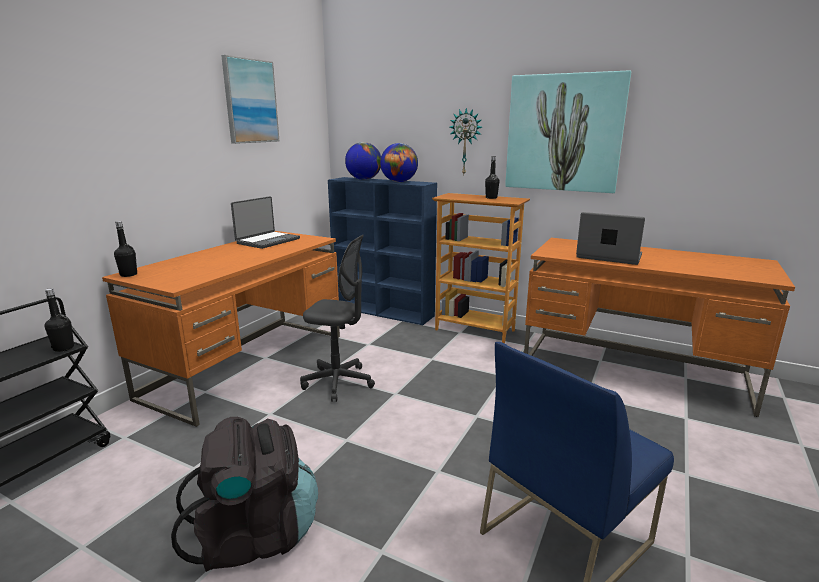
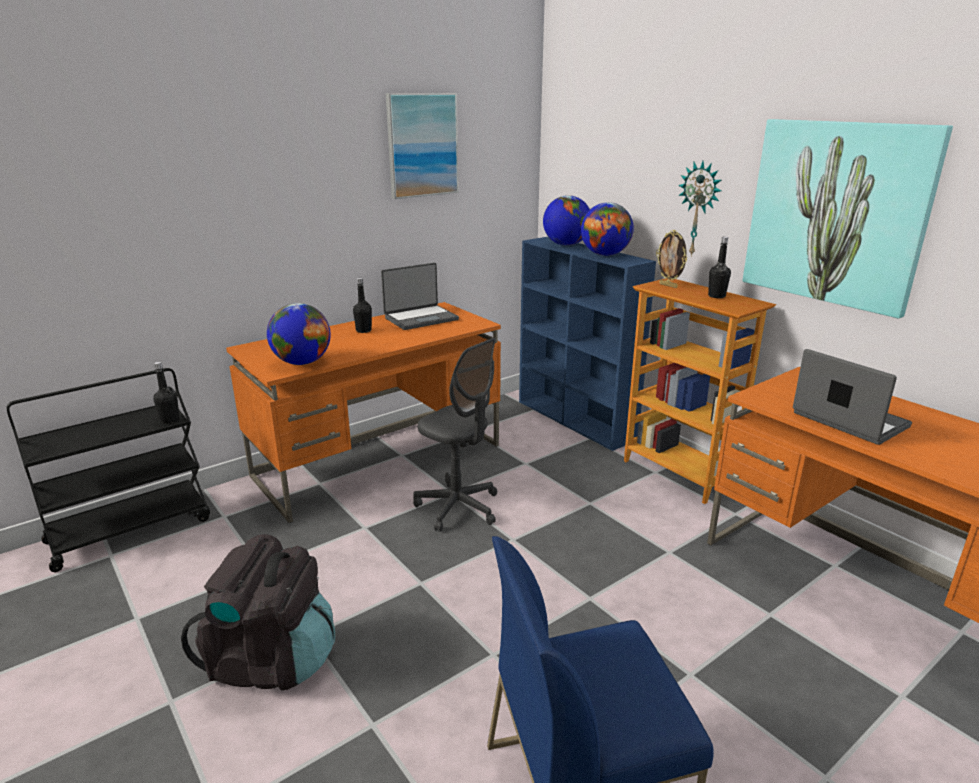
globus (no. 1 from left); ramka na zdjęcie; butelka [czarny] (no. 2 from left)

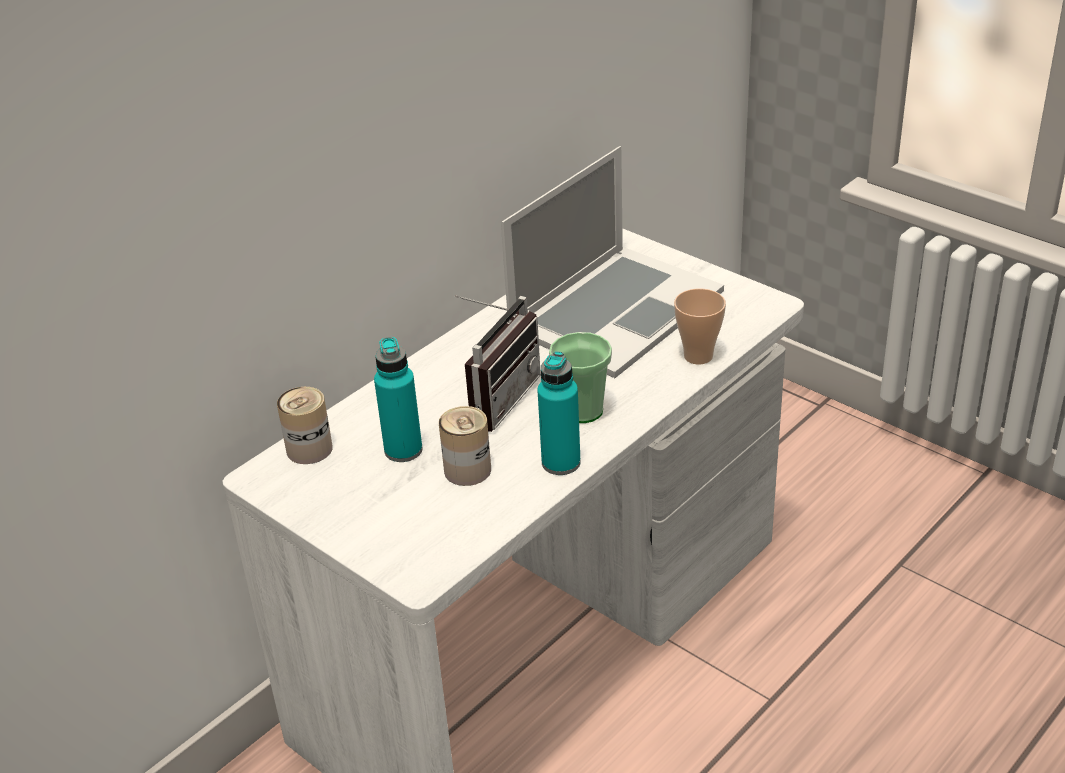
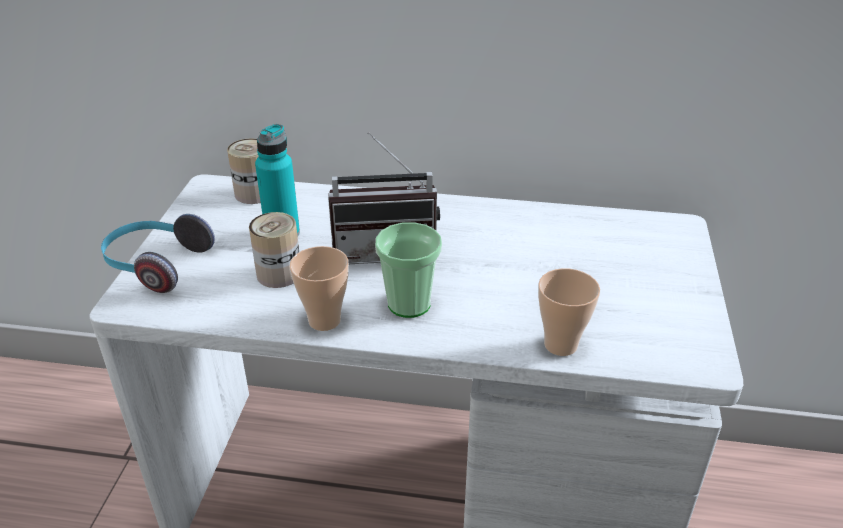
laptop; słuchawki; filiżanka (no. 1 from left)

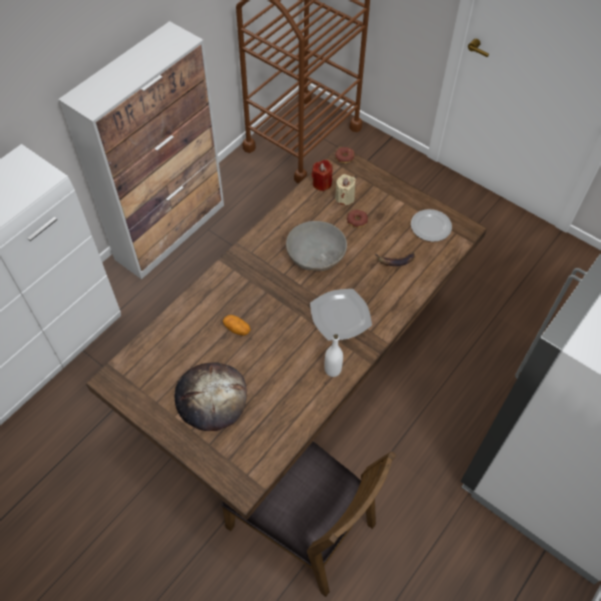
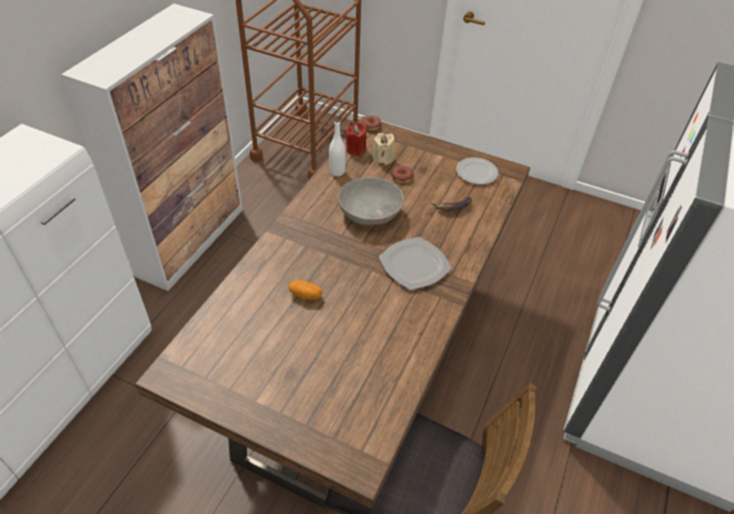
chleb; butelka [biały]

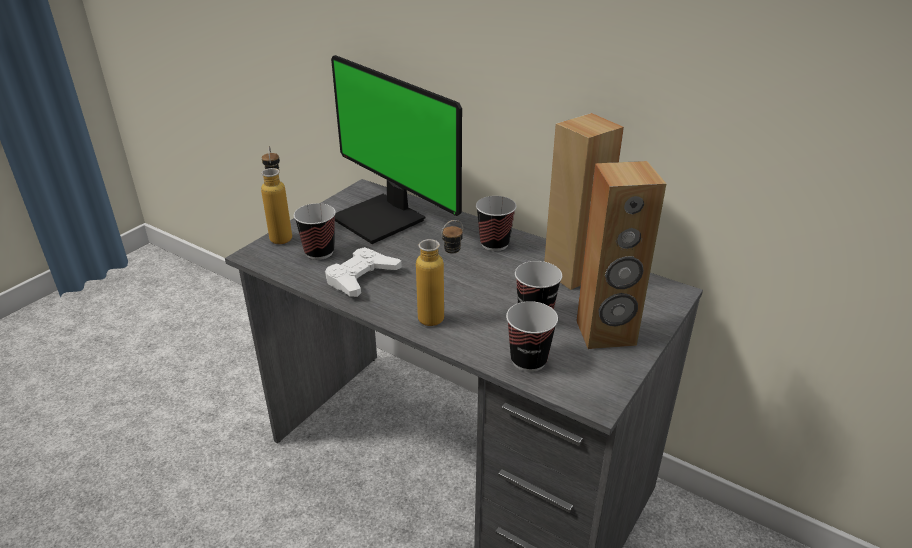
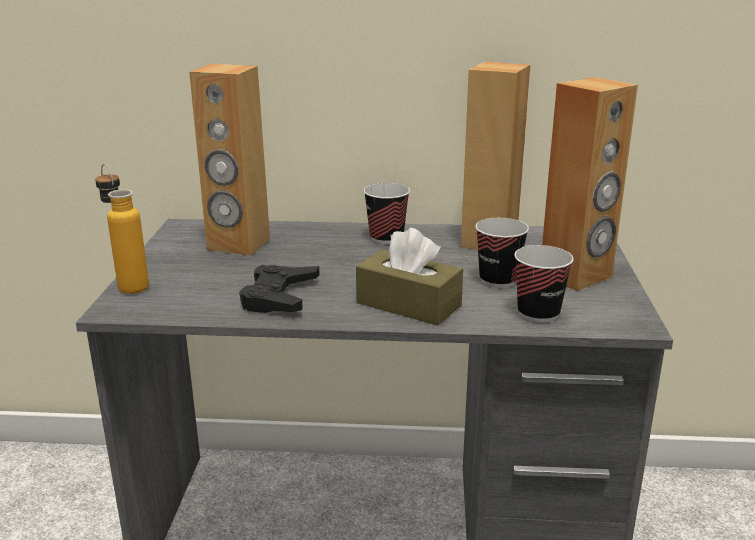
filiżanka (no. 1 from left in the first image); głośnik [brązowy] (no. 1 from left); pudełko chusteczek [brązowy]; pad do gier [czarny]

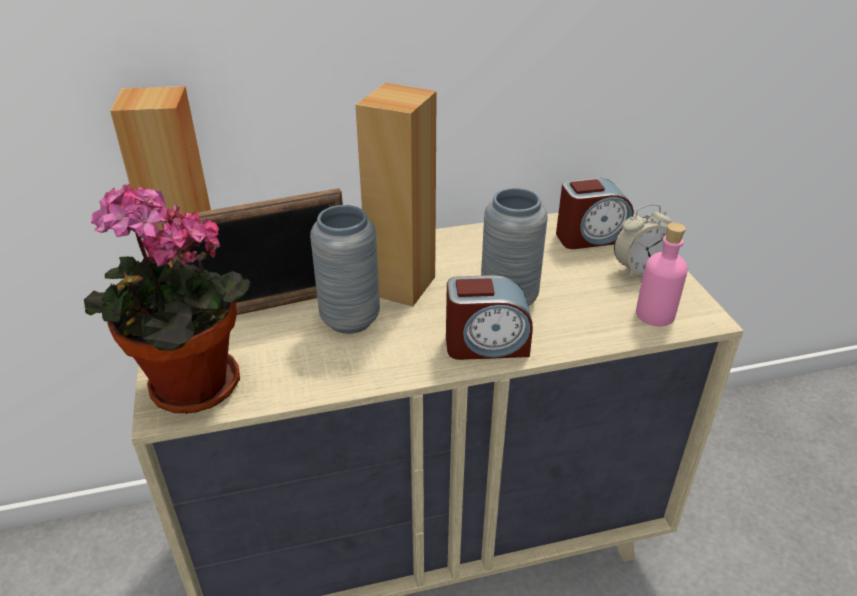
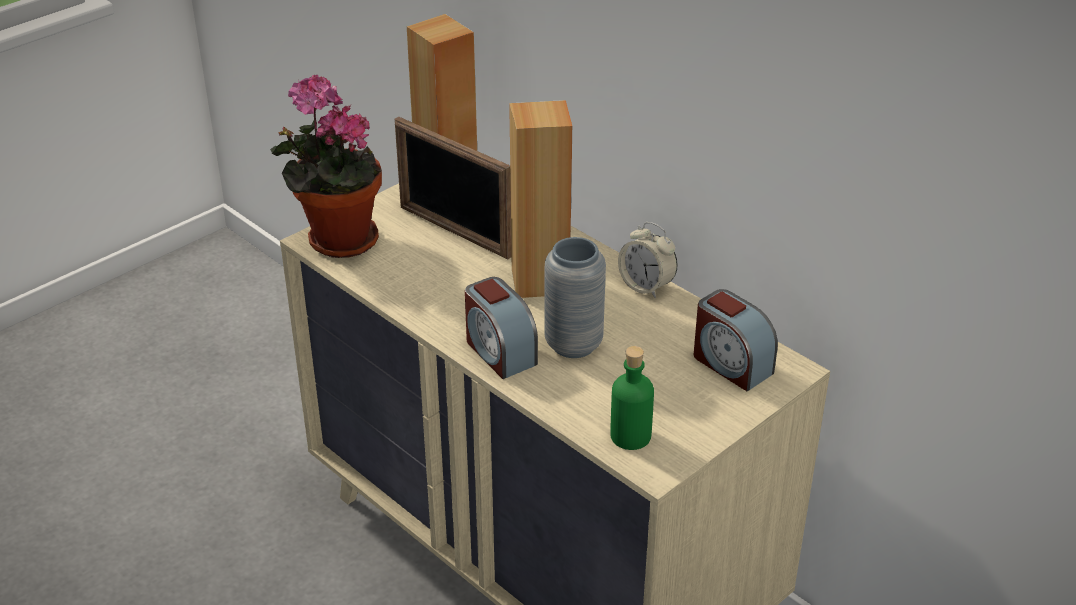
wazon [szary] (no. 1 from left in the first image); budzik (no. 2 from left); butelka [zielony]

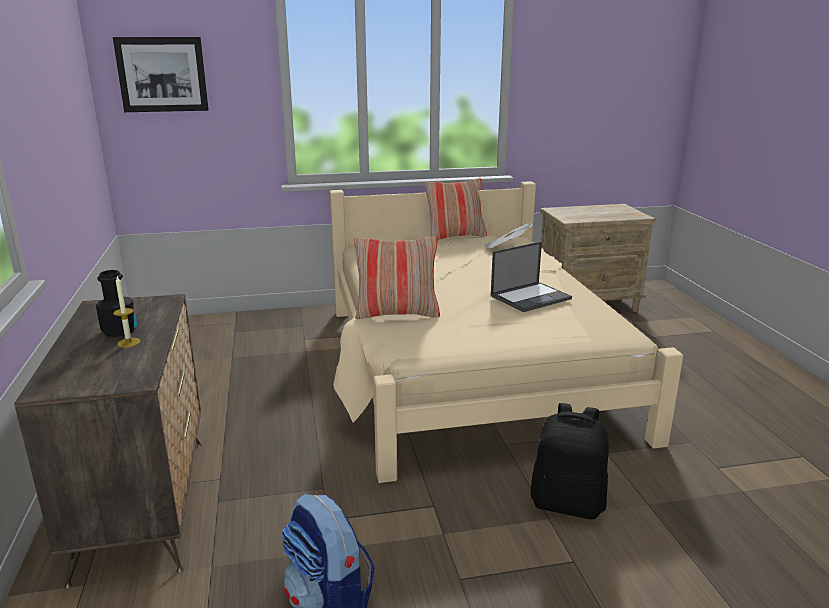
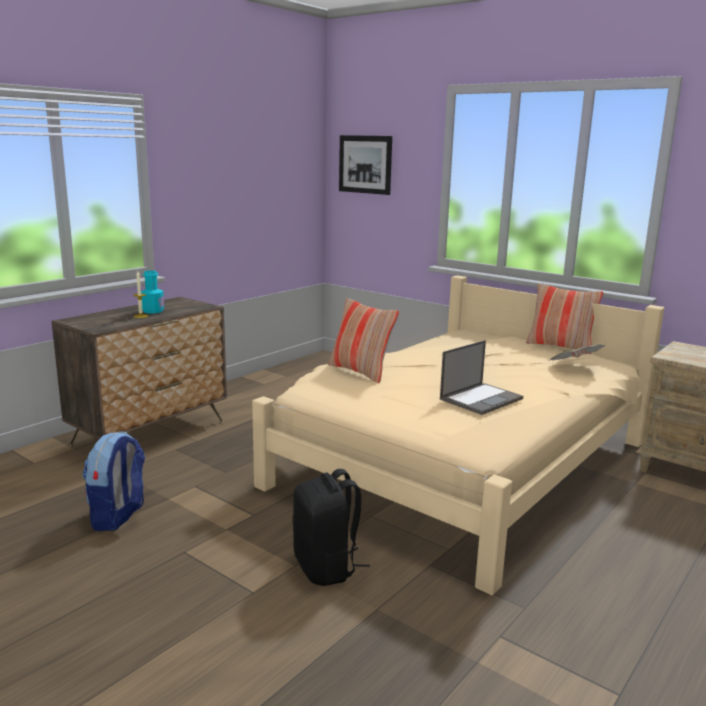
butelka [turkusowy]; laptop

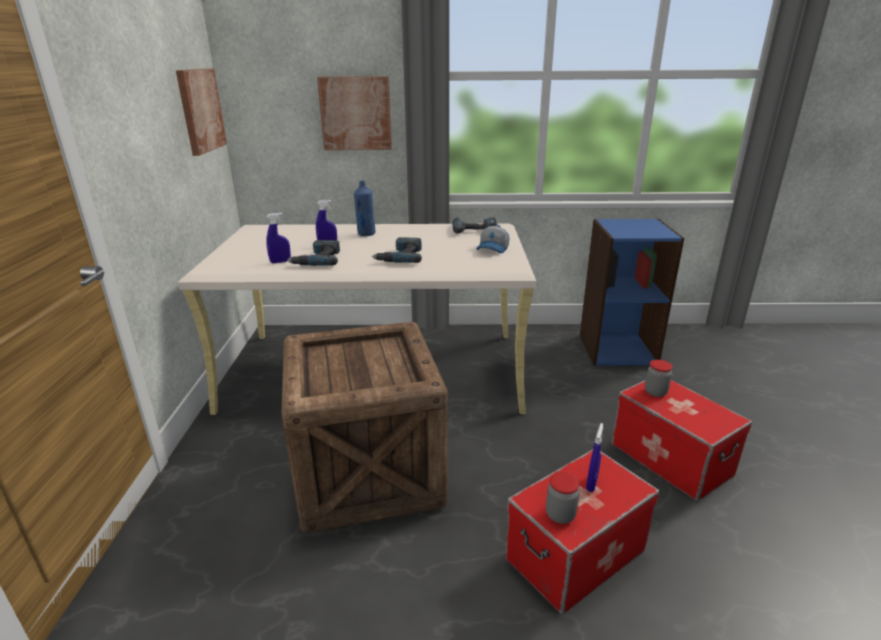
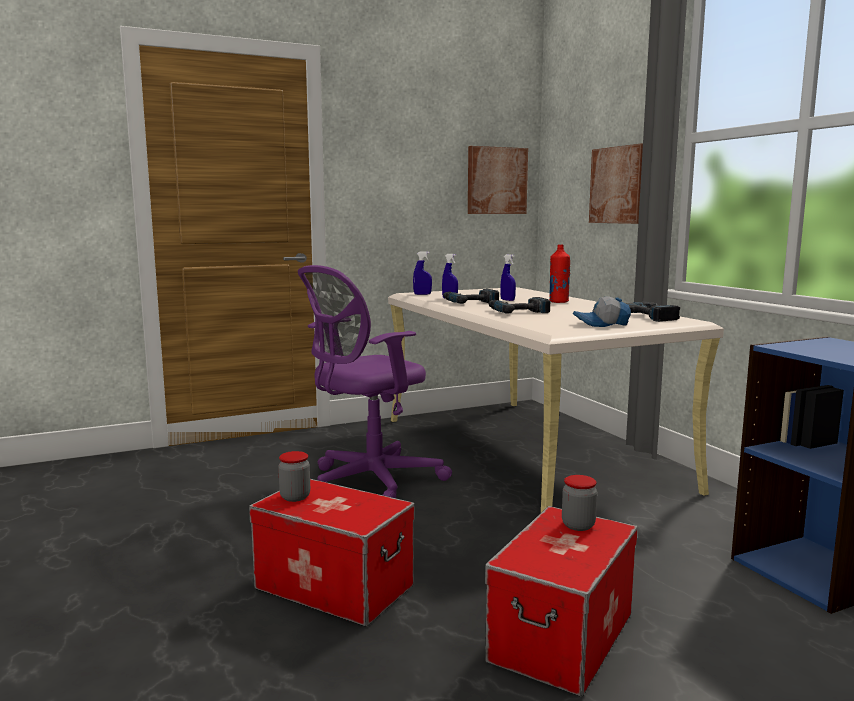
spryskiwacz [niebieski] (no. 1 from left); krzesło biurowe [fioletowy]; butelka [czerwony]

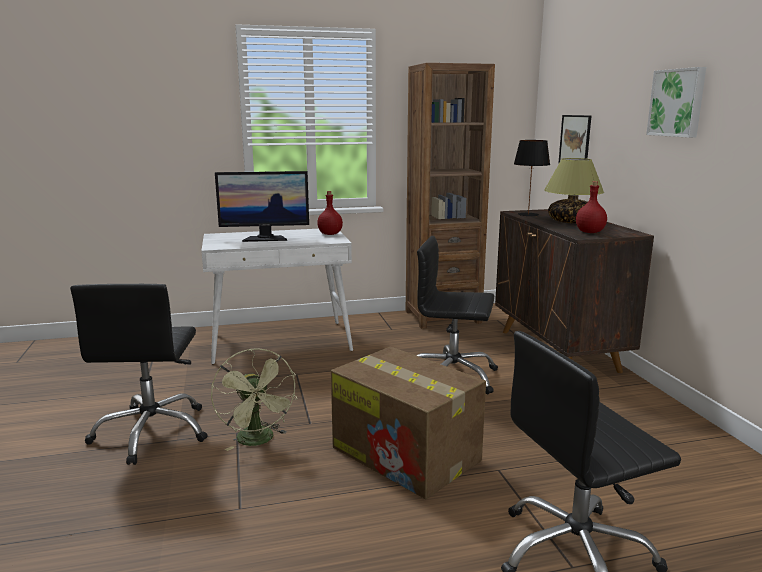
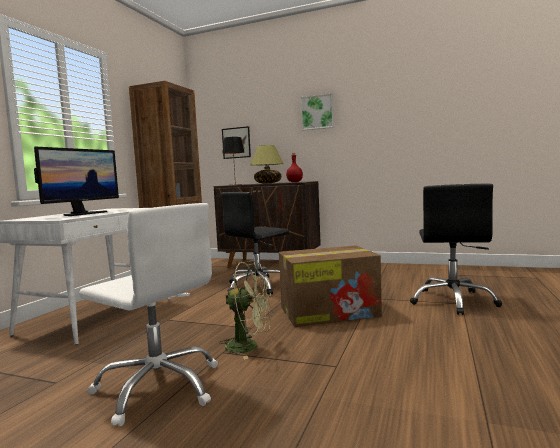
butelka [czerwony] (no. 1 from left in the first image); krzesło biurowe [biały]

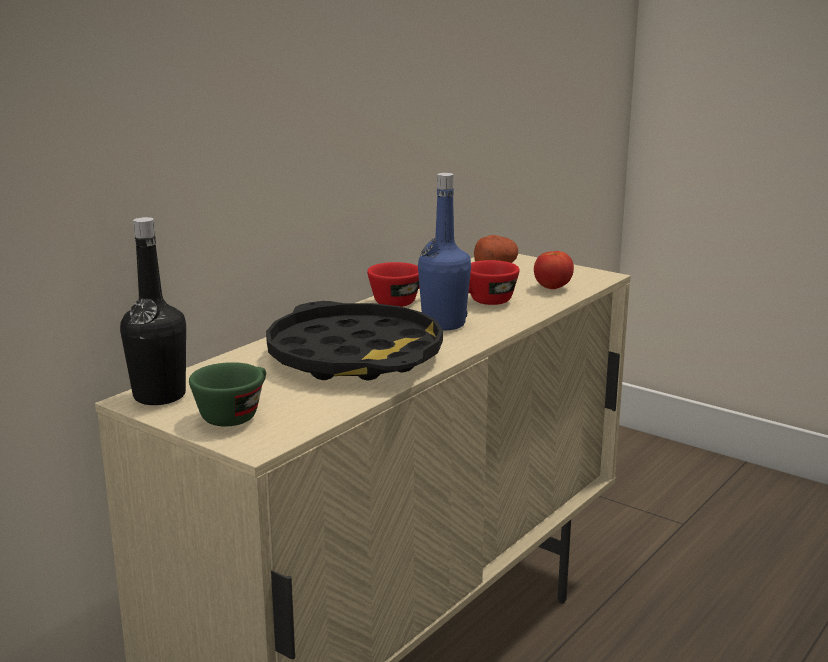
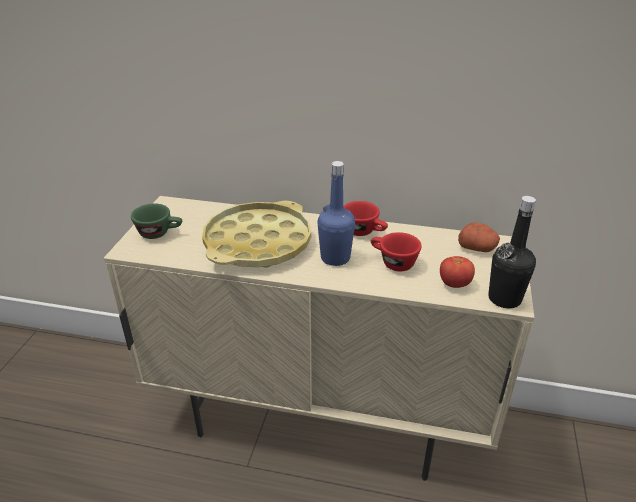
butelka [czarny]; taca [żółty]

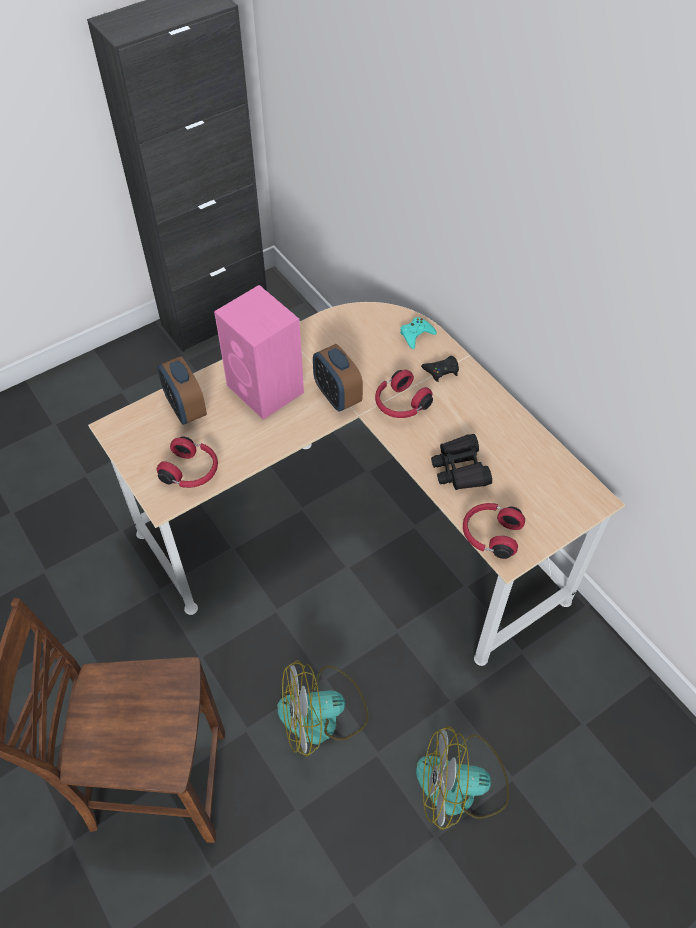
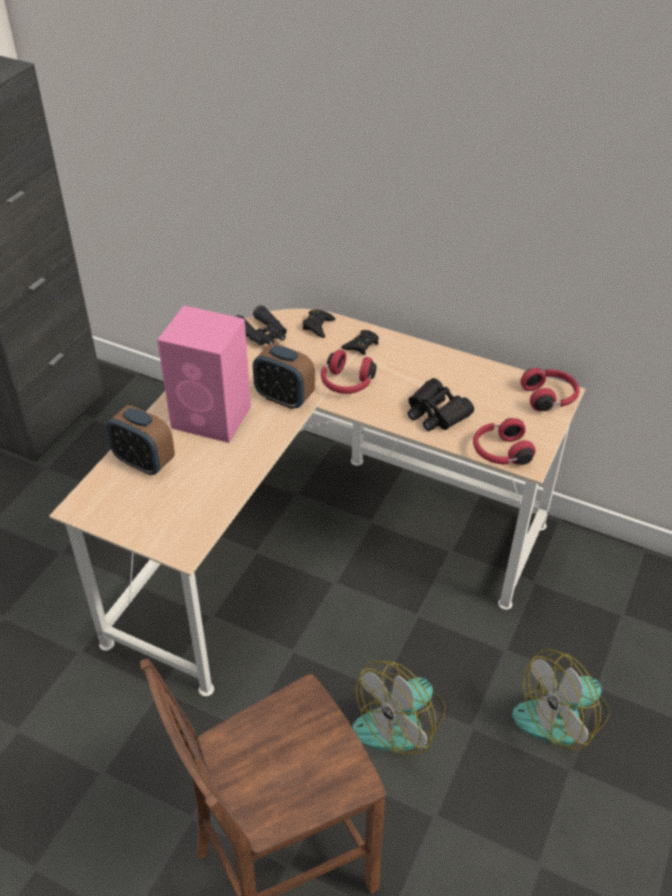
lornetka [czarny] (no. 1 from left); słuchawki [czerwony] (no. 3 from left); pad do gier [czarny] (no. 1 from left)

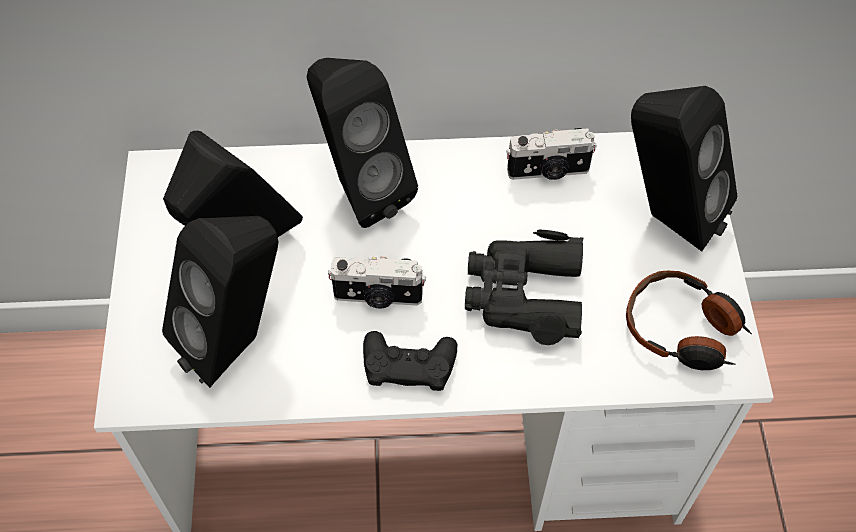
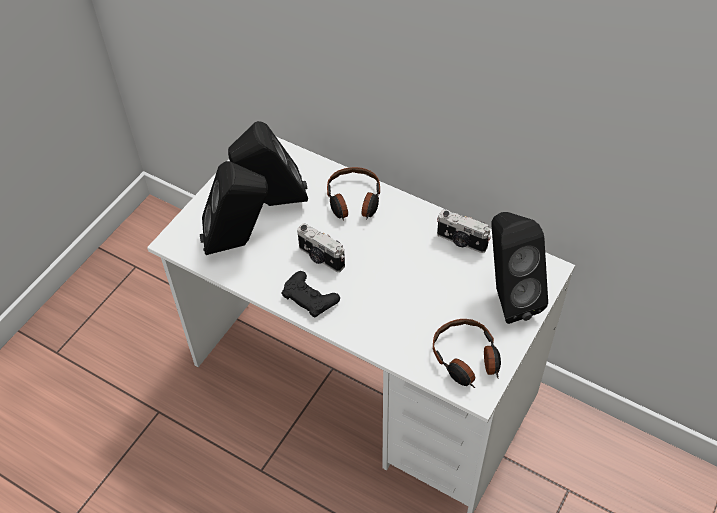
lornetka [czarny]; słuchawki (no. 1 from left)

